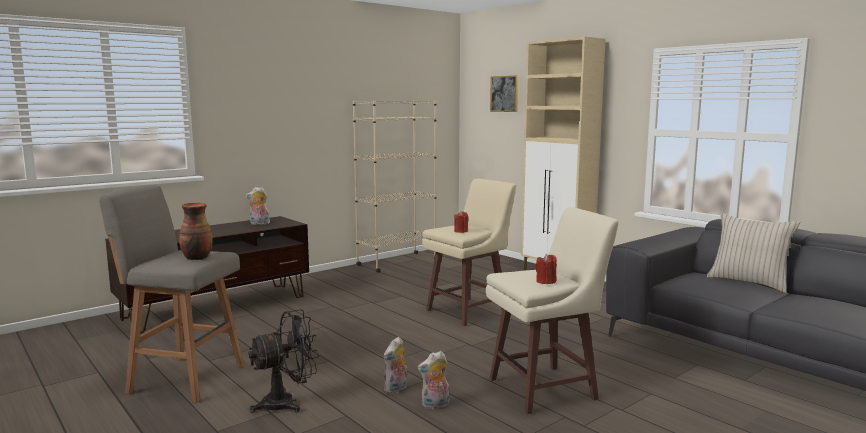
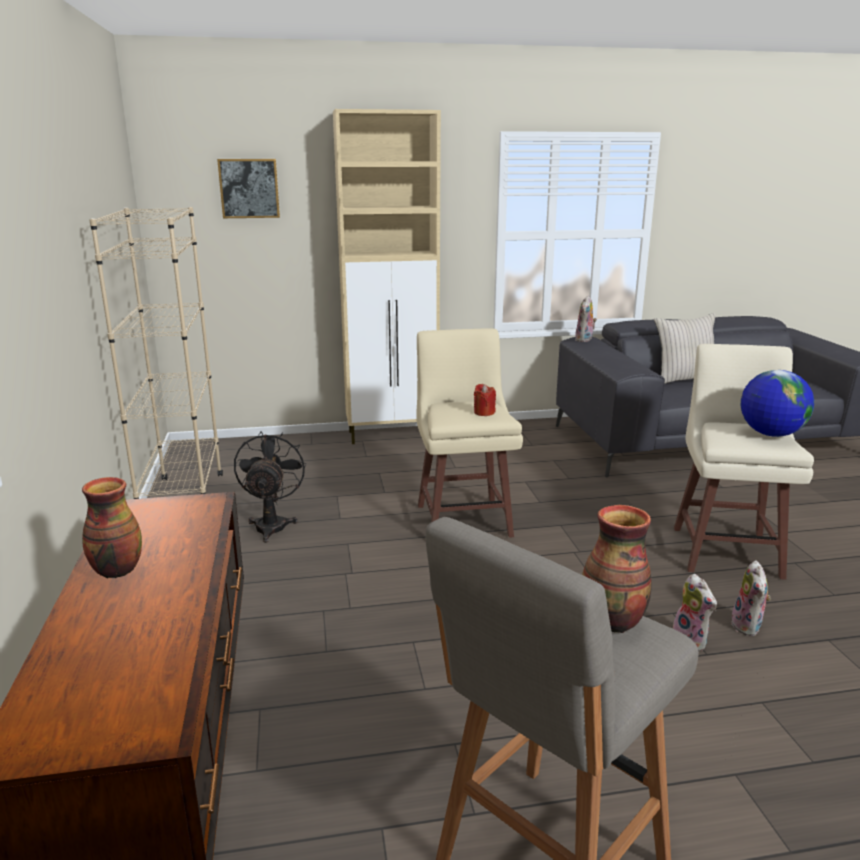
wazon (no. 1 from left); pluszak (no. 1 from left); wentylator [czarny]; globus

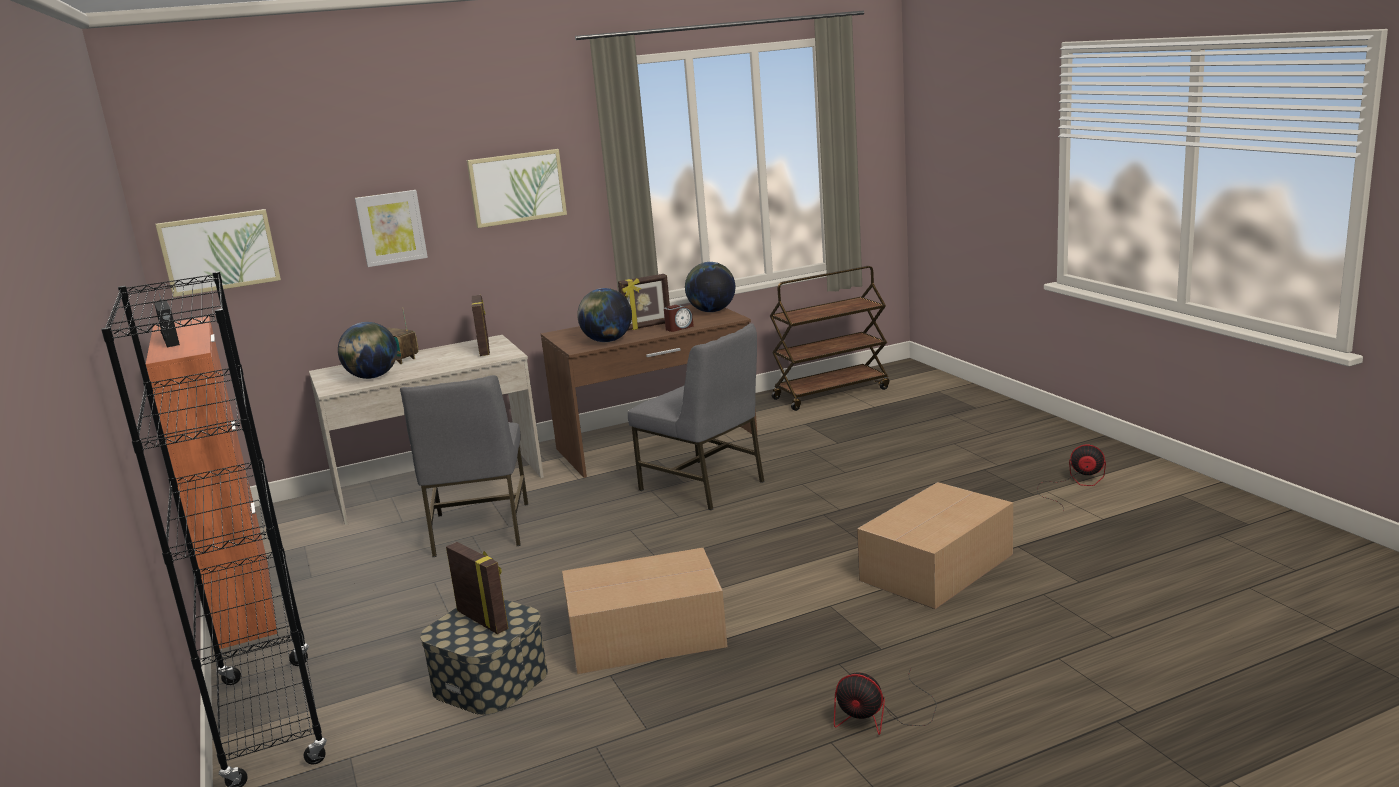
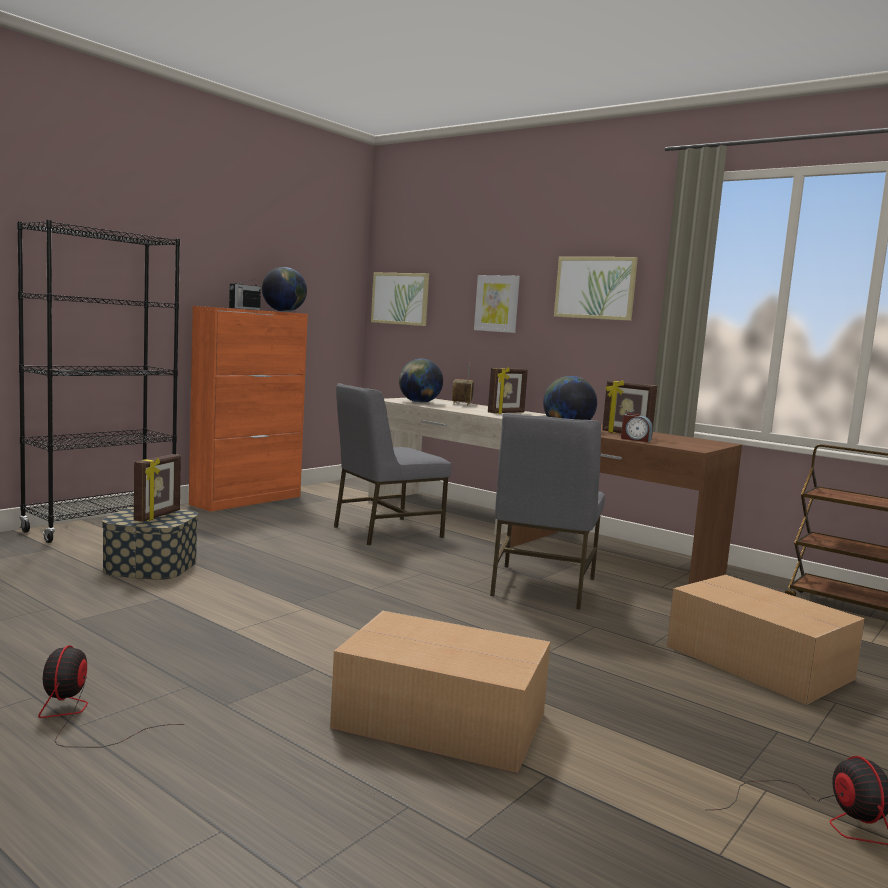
karton (no. 2 from left); globus (no. 1 from left)

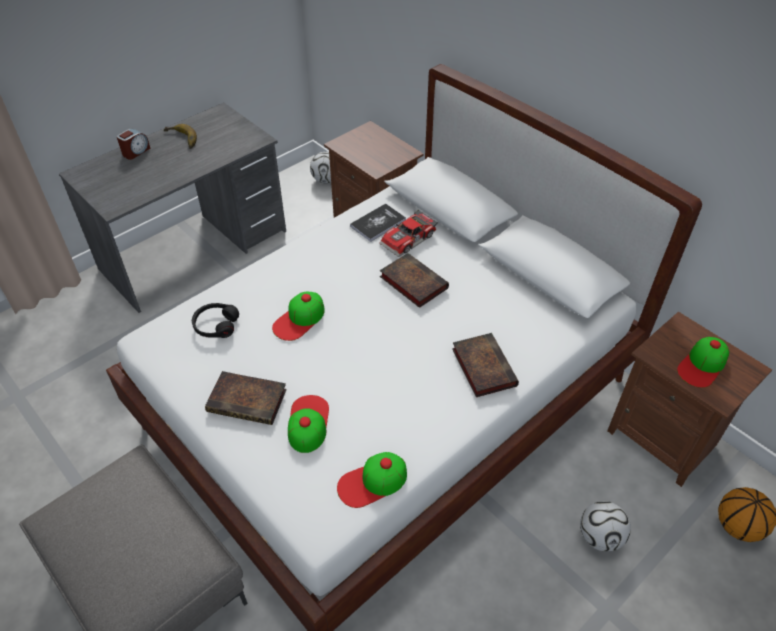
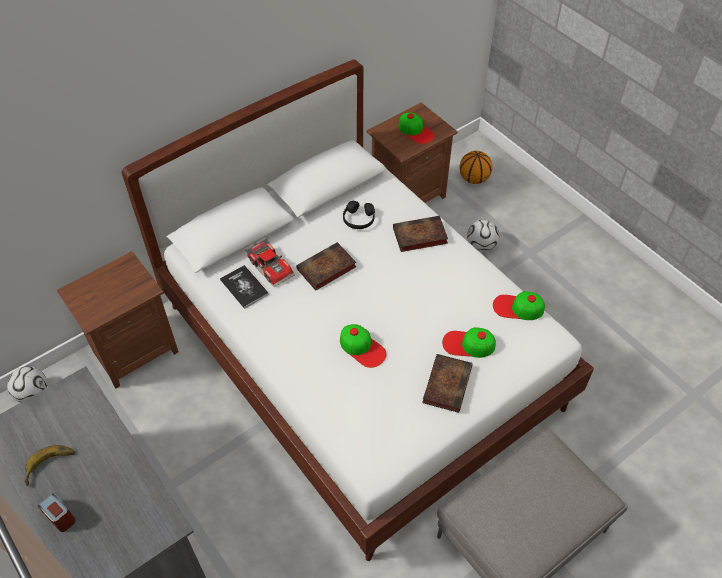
słuchawki [czarny]; czapka z daszkiem (no. 4 from left)

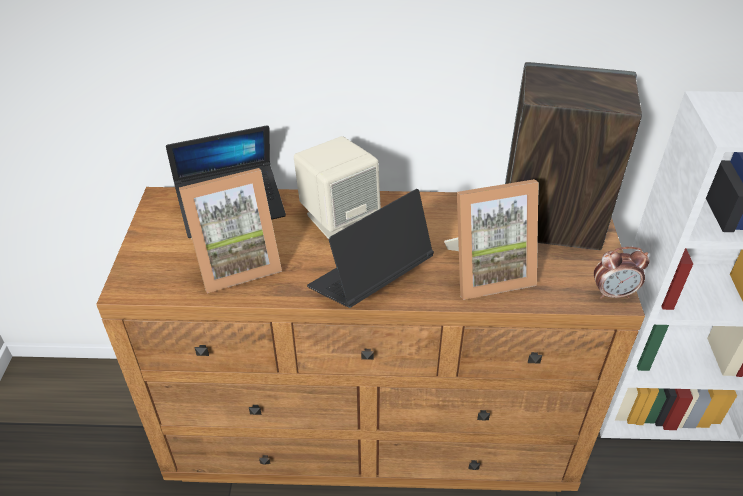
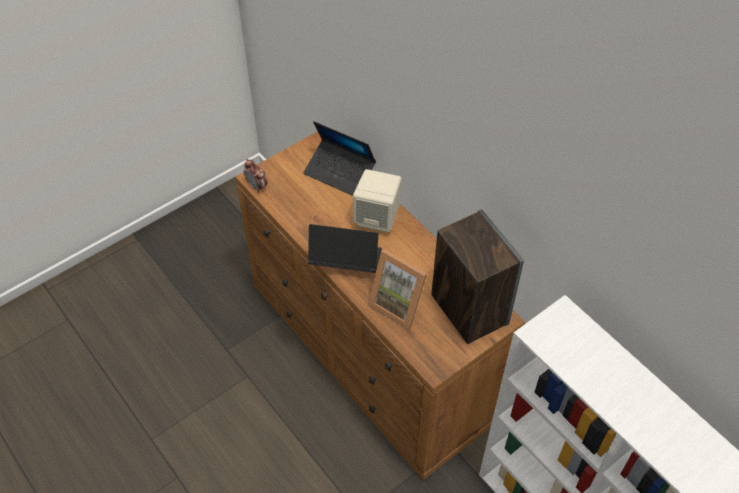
ramka na zdjęcie (no. 1 from left in the first image); budzik

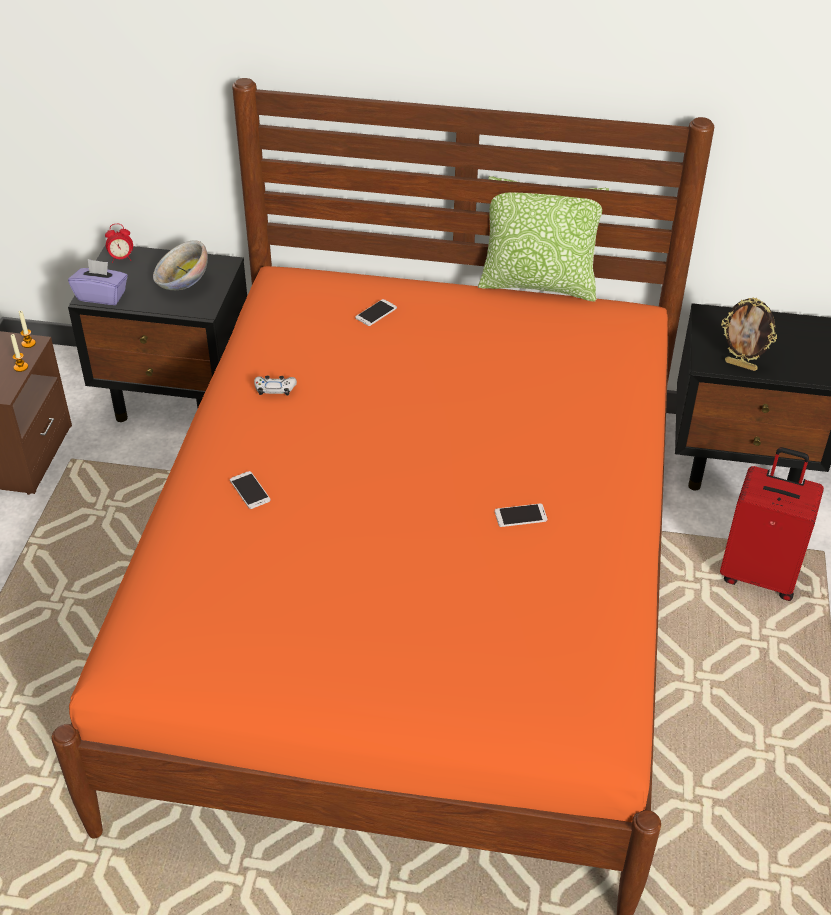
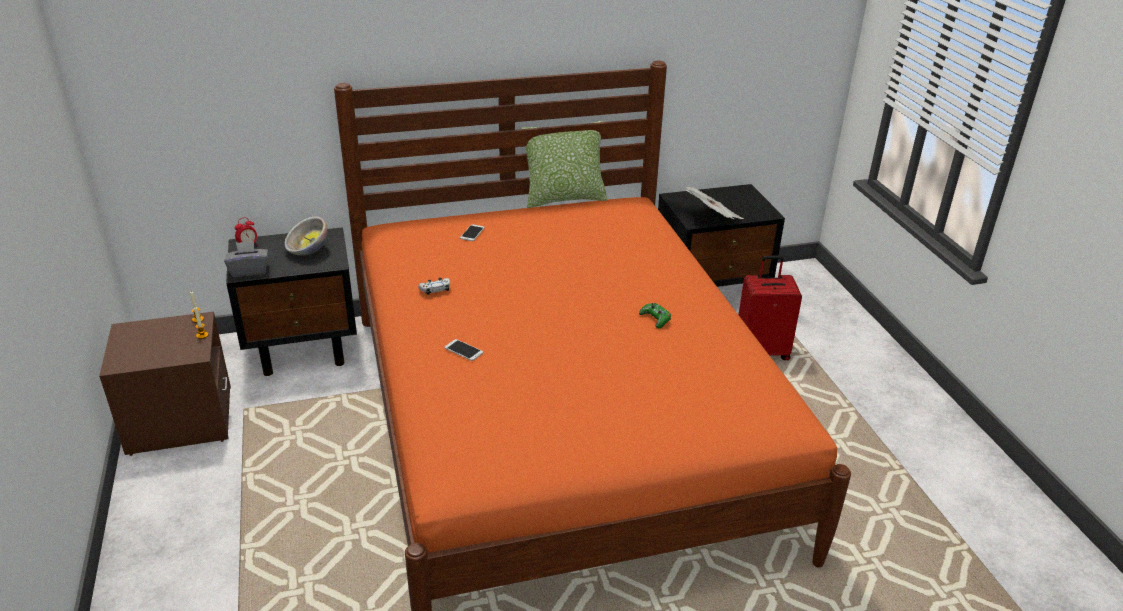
pad do gier [zielony]; gazeta; pudełko chusteczek [szary]

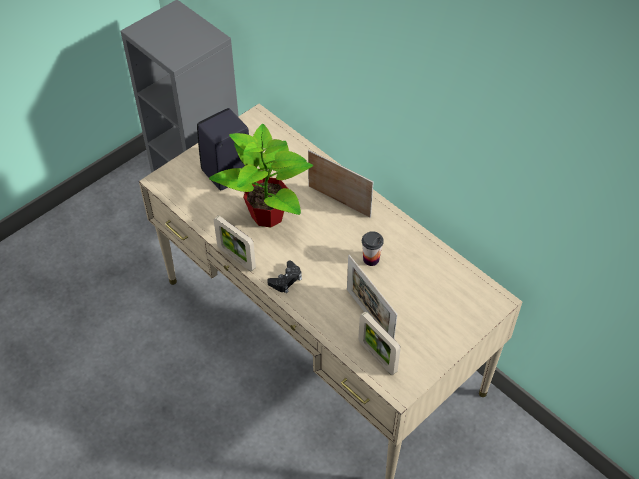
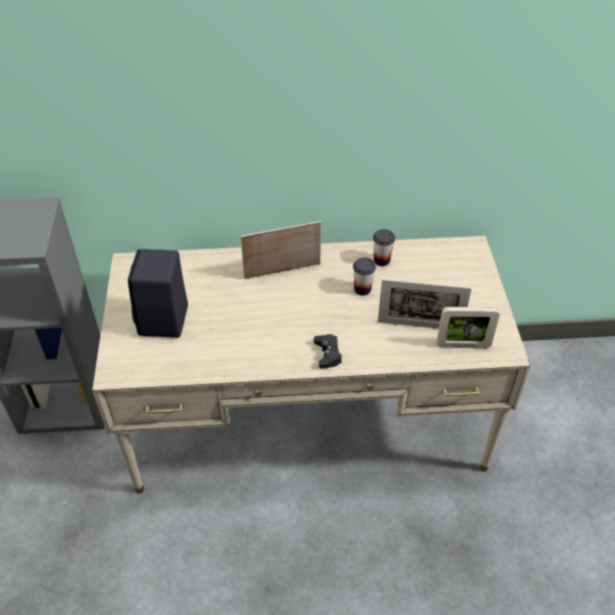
roślina doniczkowa; ramka na zdjęcie (no. 1 from left in the first image); filiżanka (no. 2 from left)

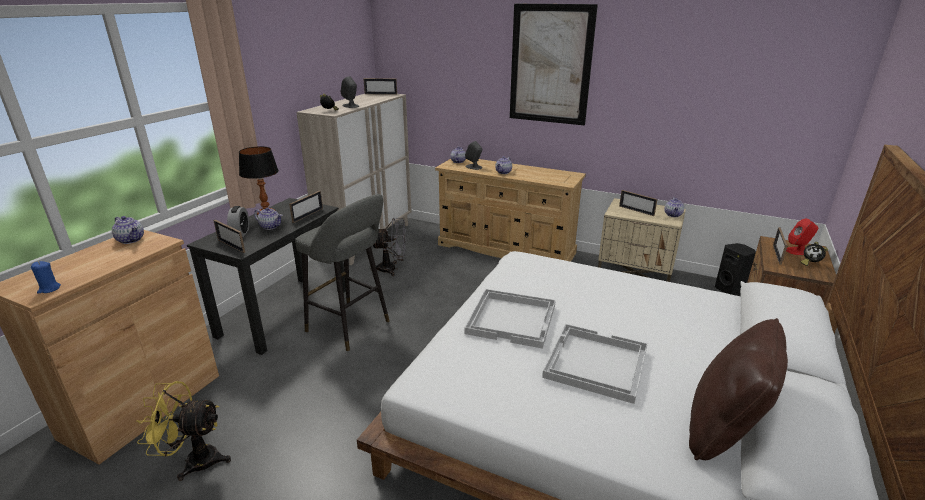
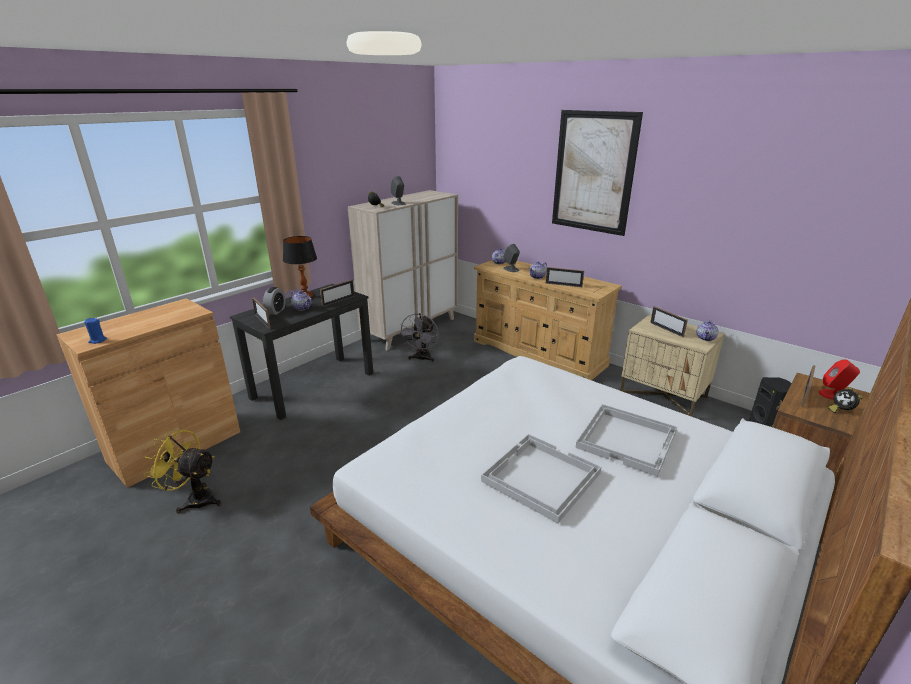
imbryk (no. 1 from left in the first image); stołek [szary]; poduszka [brązowy]; ramka na zdjęcie (no. 3 from left); taca [biały] (no. 2 from left); wentylator [szary]

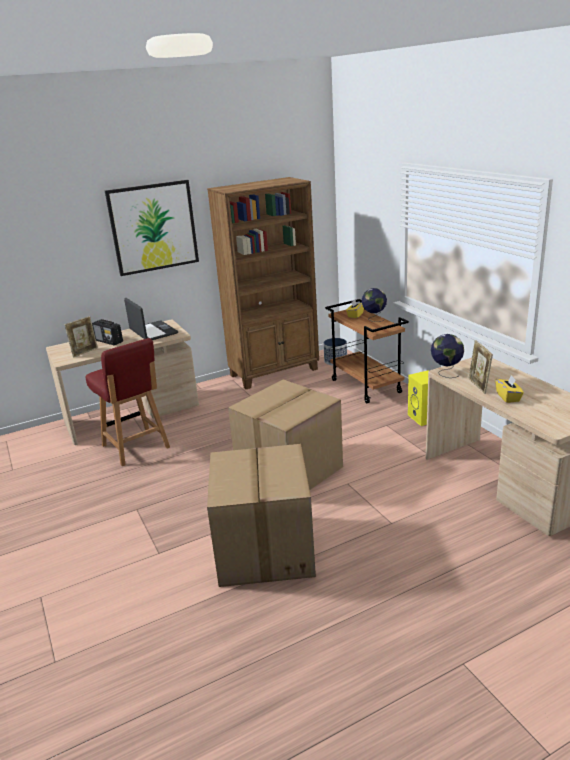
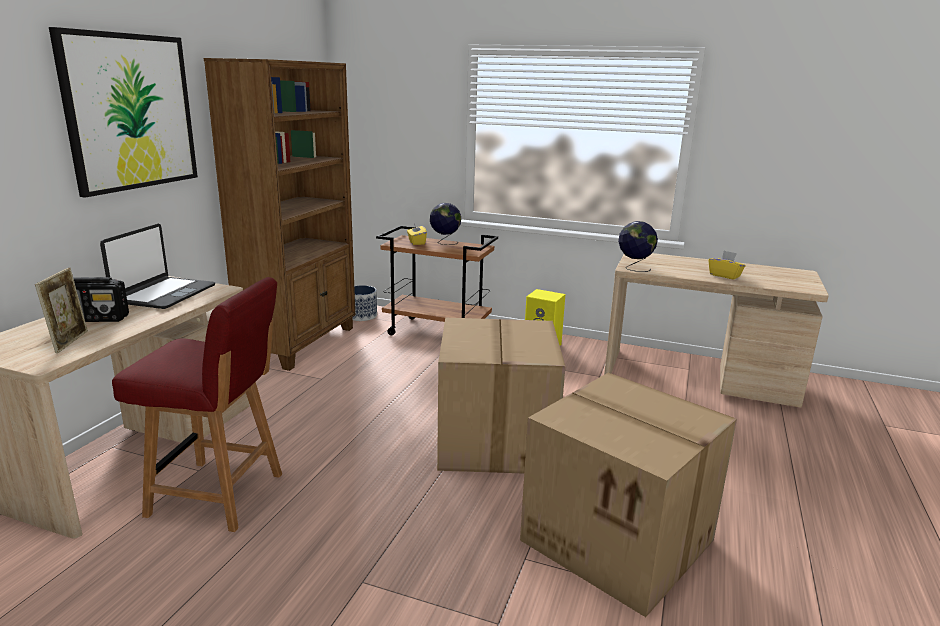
ramka na zdjęcie (no. 2 from left in the first image); laptop

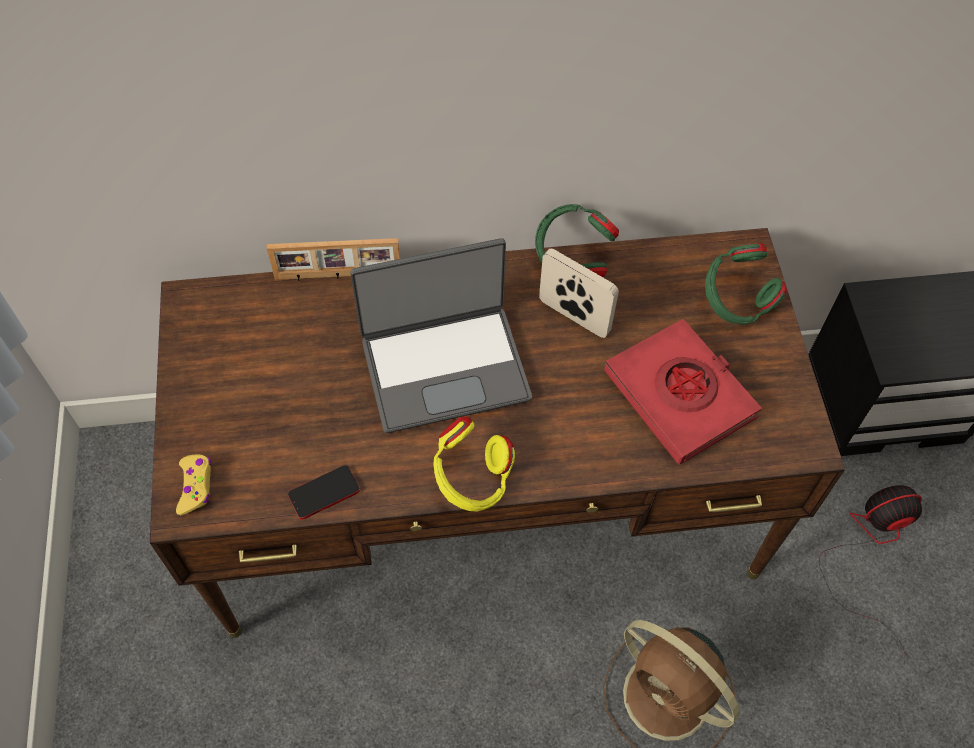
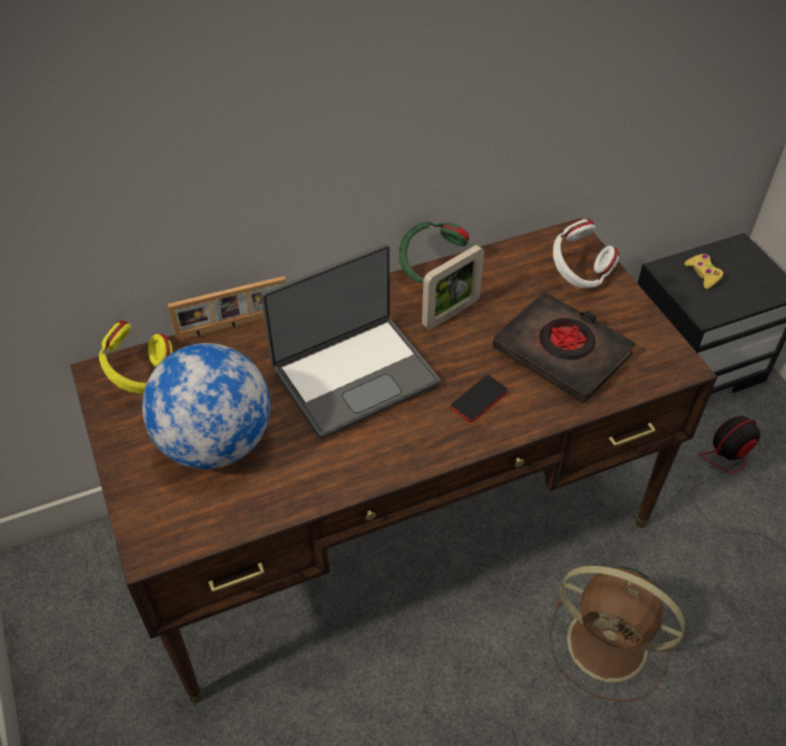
globus; pad do gier [żółty]; telefon; słuchawki [żółty]; książka [czarny]; słuchawki [biały]; ramka na zdjęcie (no. 2 from left)

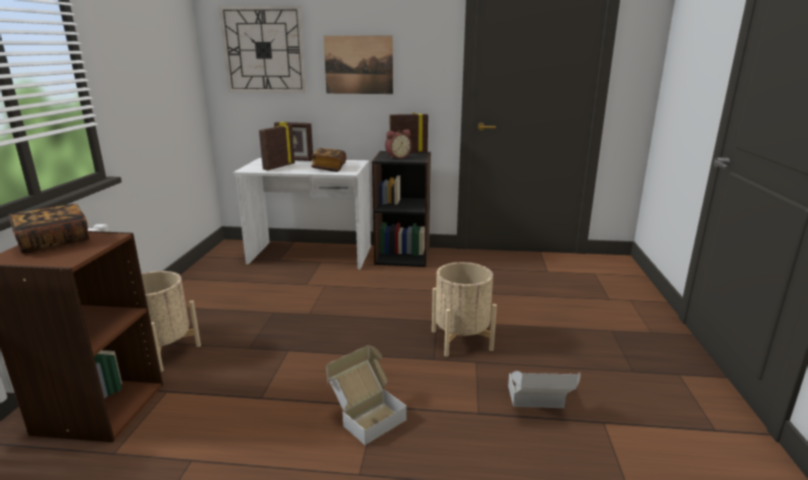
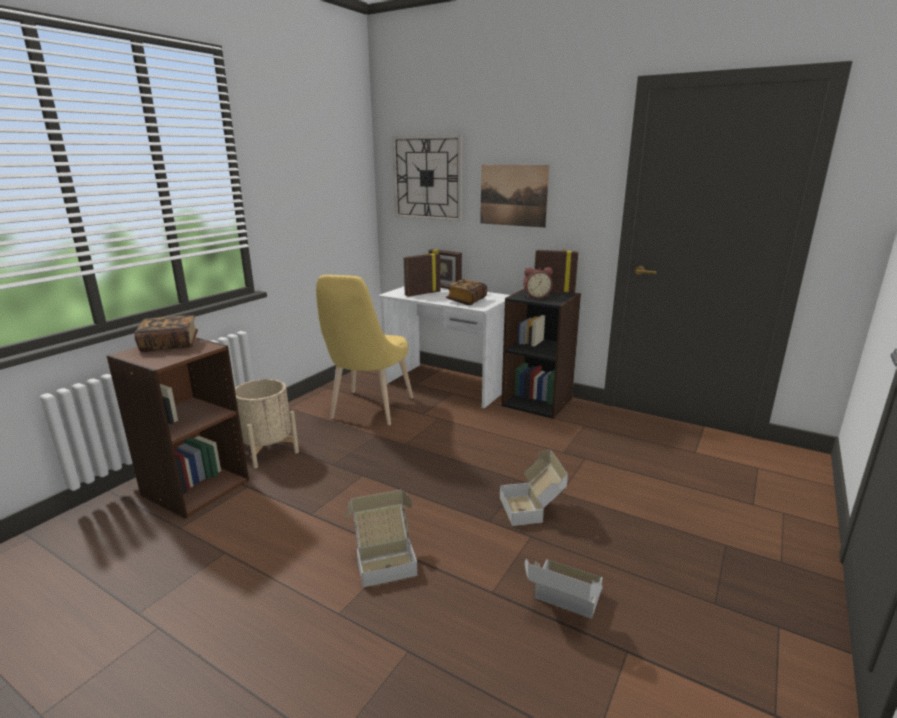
krzesło [żółty]; karton (no. 2 from left)

